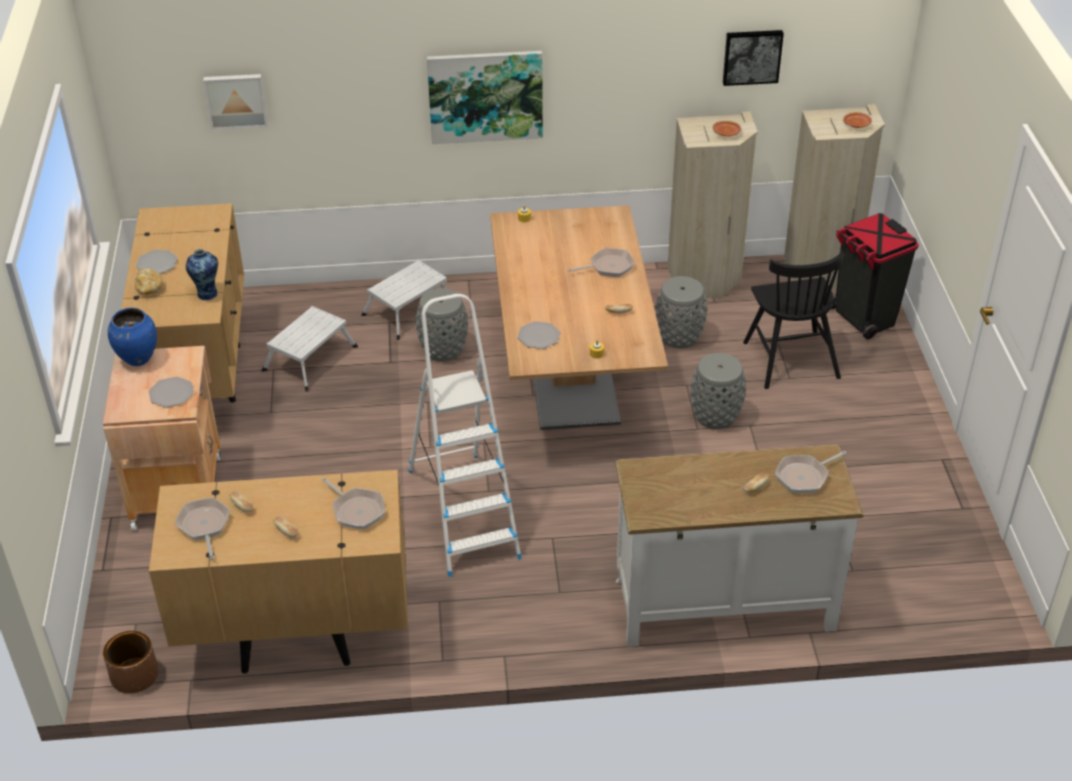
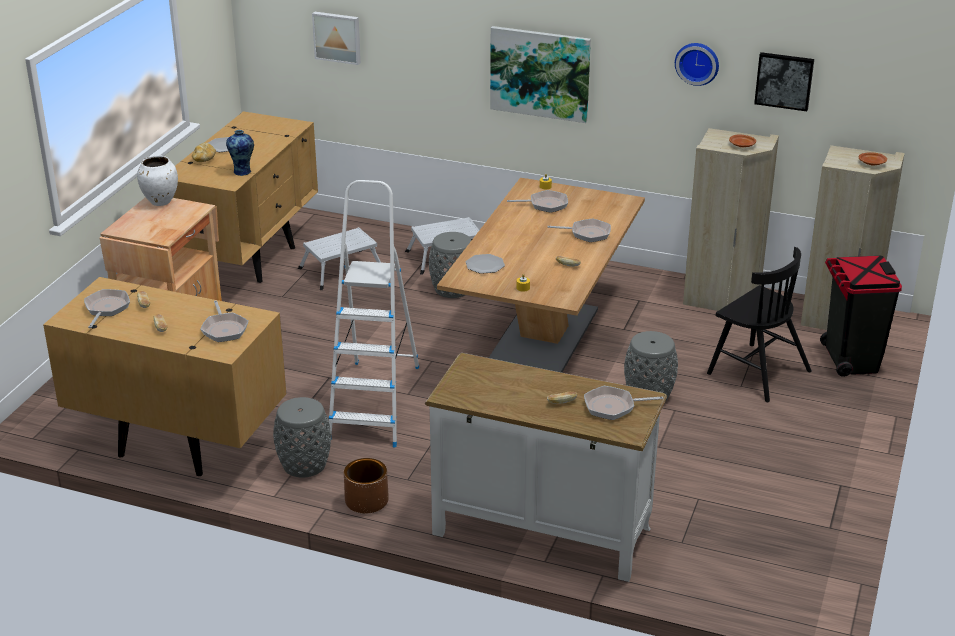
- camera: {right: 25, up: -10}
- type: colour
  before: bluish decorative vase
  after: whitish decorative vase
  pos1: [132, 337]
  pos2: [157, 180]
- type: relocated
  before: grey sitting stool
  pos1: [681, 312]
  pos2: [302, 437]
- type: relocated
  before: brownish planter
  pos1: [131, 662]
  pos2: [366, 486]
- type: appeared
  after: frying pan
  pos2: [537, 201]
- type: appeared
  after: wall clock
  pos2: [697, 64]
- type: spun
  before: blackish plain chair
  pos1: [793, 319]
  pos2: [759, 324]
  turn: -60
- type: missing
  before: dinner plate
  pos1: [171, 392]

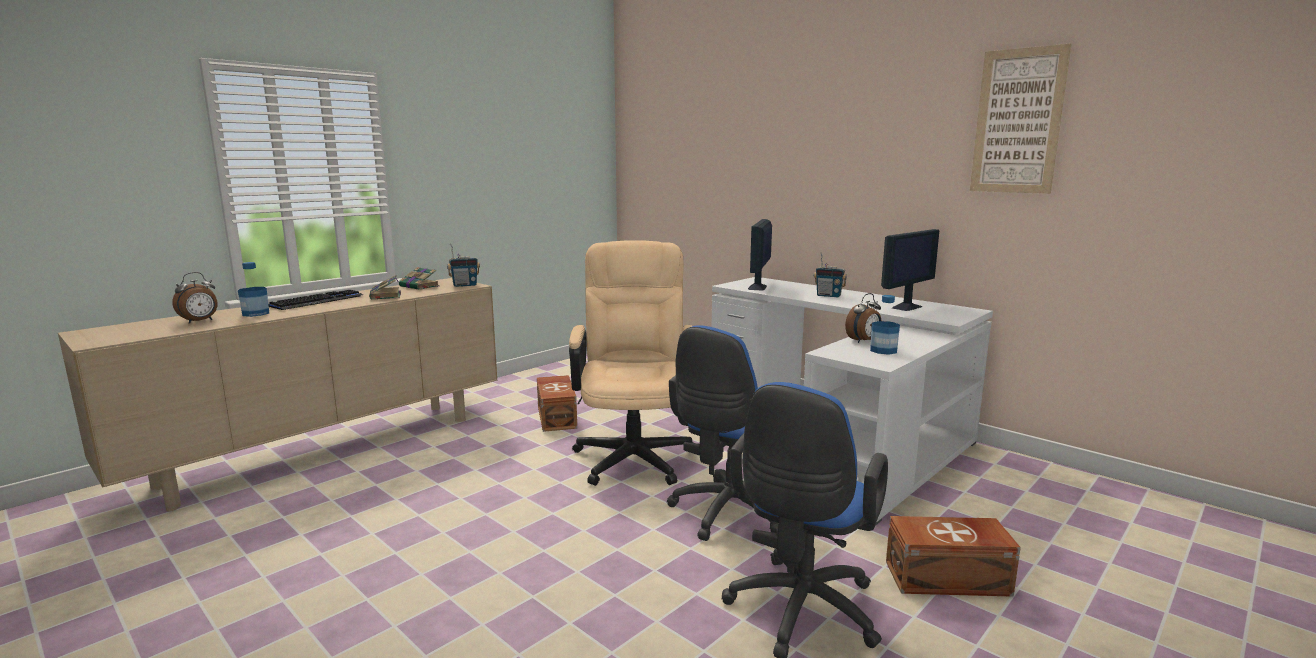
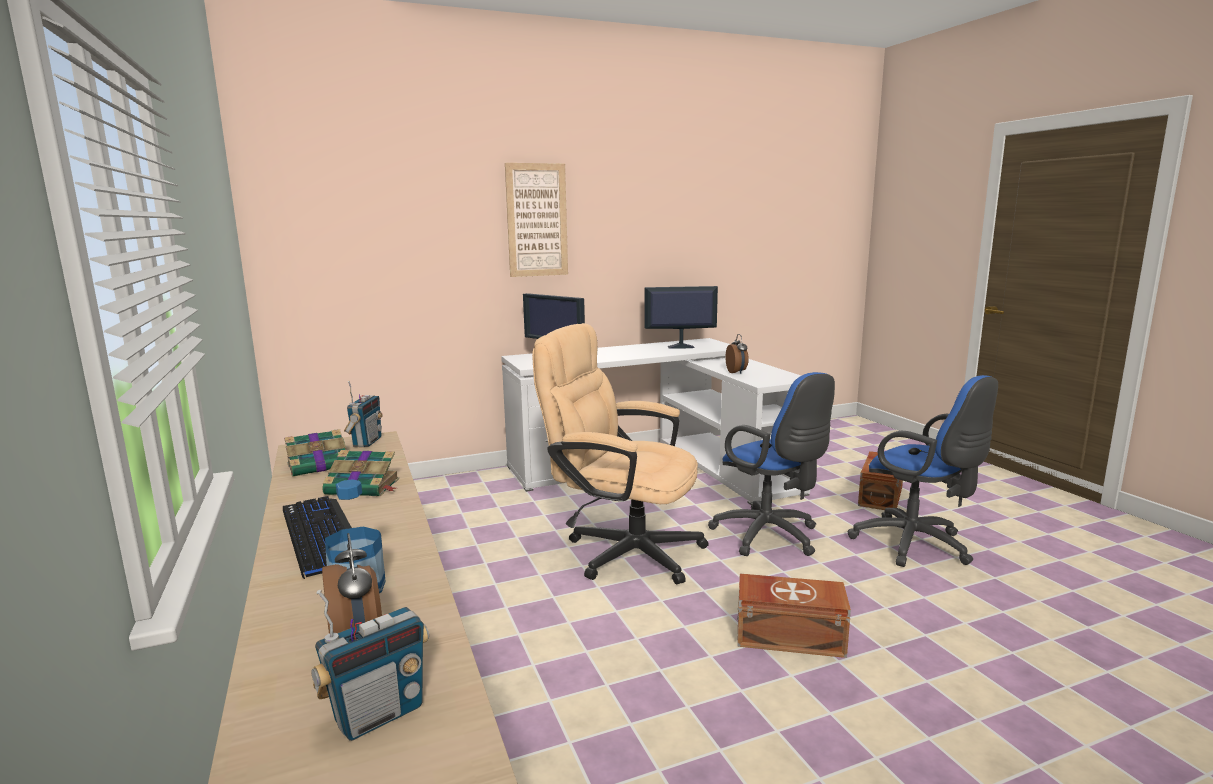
- camera: {right: -65, up: 0}
- type: relocated
  before: radio receiver
  pos1: [830, 275]
  pos2: [370, 665]
- type: relocated
  before: picture
  pos1: [1020, 118]
  pos2: [536, 220]
- type: spun
  before: computer display
  pos1: [910, 270]
  pos2: [681, 317]
  turn: -75
- type: relocated
  before: brownish storage bin
  pos1: [557, 403]
  pos2: [794, 616]
- type: missing
  before: bottle
  pos1: [885, 325]

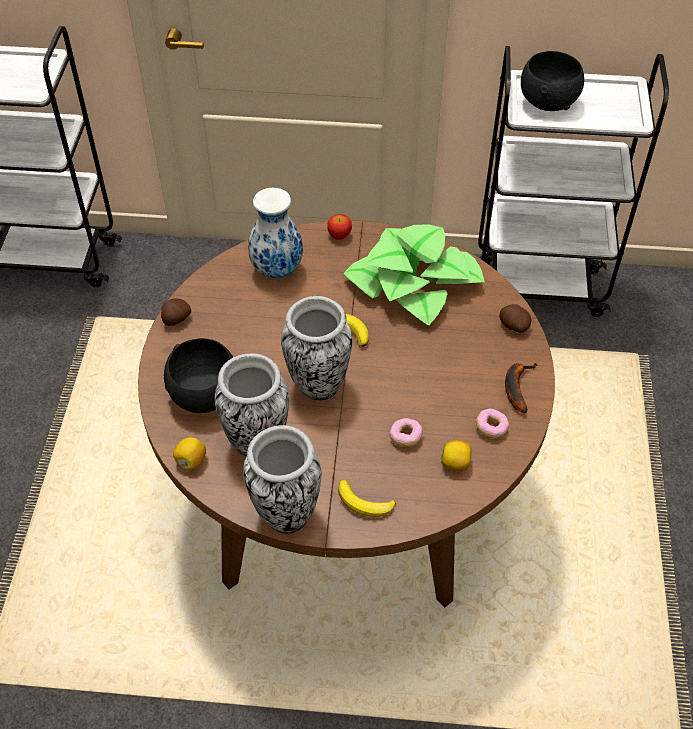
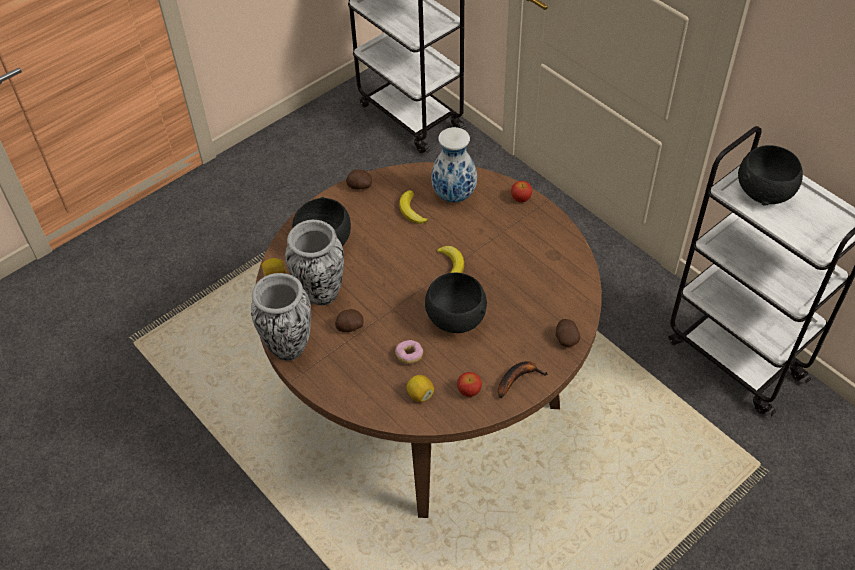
- camera: {right: 45, up: 0}
- type: appeared
  after: whole potato
  pos2: [349, 320]
- type: relocated
  before: banana fruit
  pos1: [367, 498]
  pos2: [413, 207]
- type: appeared
  after: blackish deep dish
  pos2: [456, 303]
- type: exchanged
  before: donut
  after: whole apple
  pos1: [492, 423]
  pos2: [469, 384]
- type: missing
  before: decorative vase
  pos1: [316, 348]
- type: missing
  before: houseplant
  pos1: [414, 275]

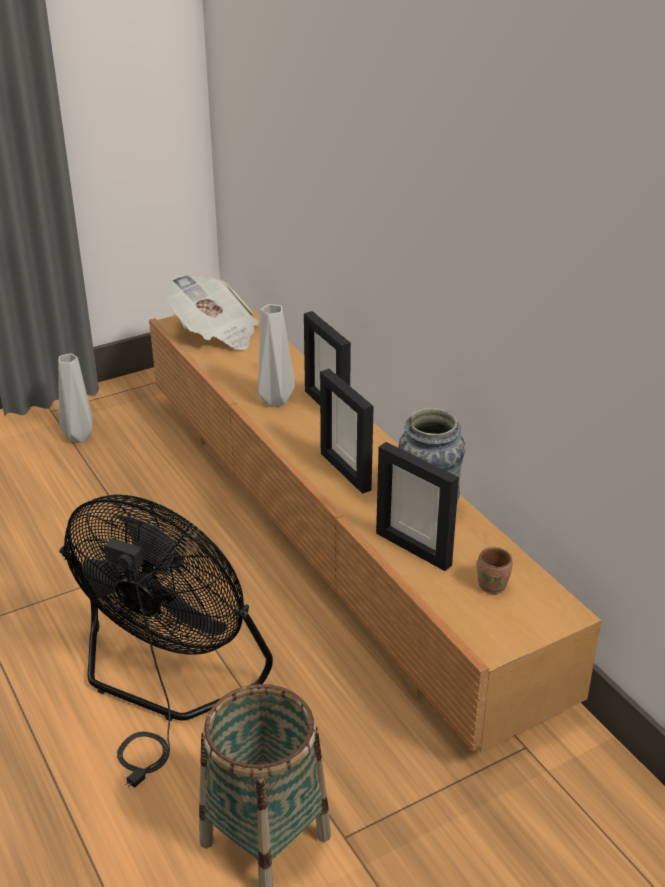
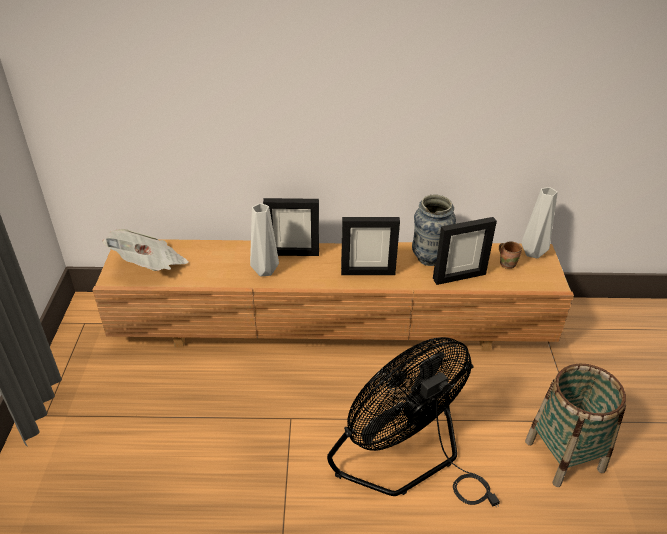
- camera: {right: -60, up: 5}
- type: relocated
  before: grey decorative vase
  pos1: [75, 398]
  pos2: [539, 222]

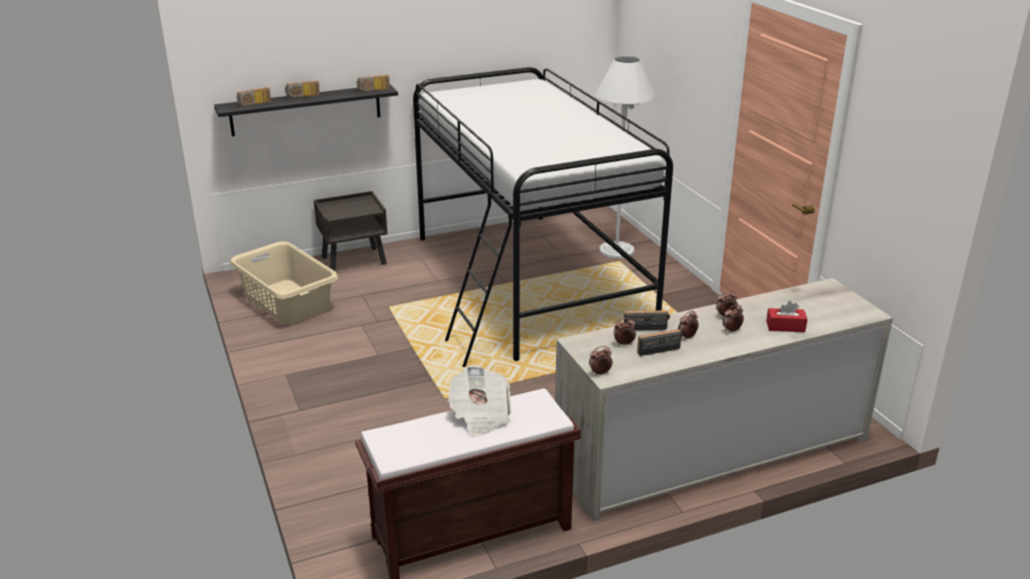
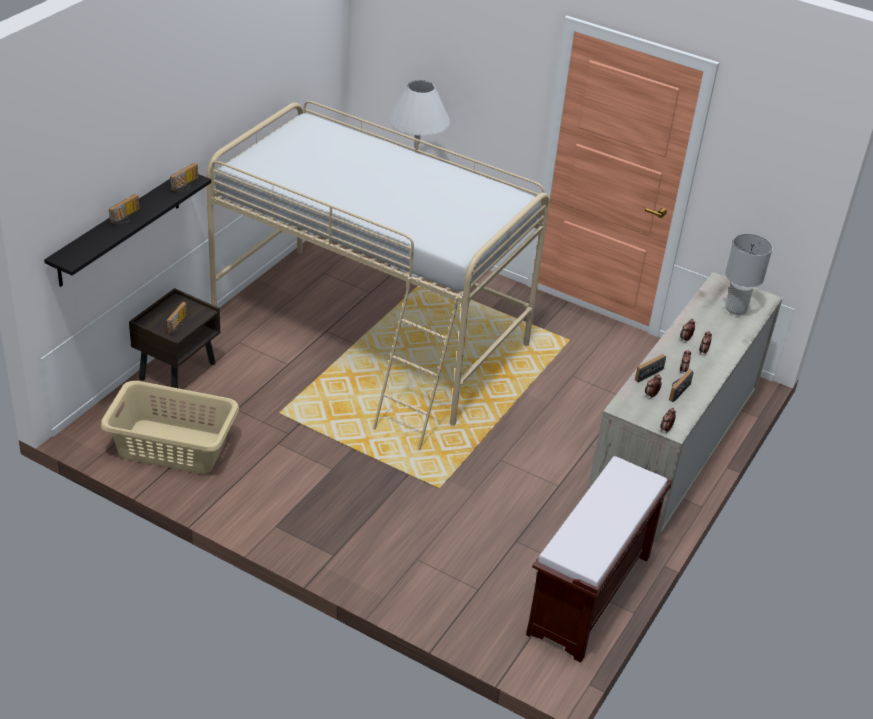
- camera: {right: -40, up: 10}
- type: relocated
  before: radio receiver
  pos1: [253, 97]
  pos2: [176, 317]
- type: colour
  before: blackish bed
  after: beige bed
  pos1: [543, 217]
  pos2: [377, 275]
- type: appeared
  after: grey lamp for a table
  pos2: [749, 274]
- type: missing
  before: printed paper
  pos1: [479, 401]
- type: missing
  before: red-coloured box of tissues
  pos1: [786, 316]

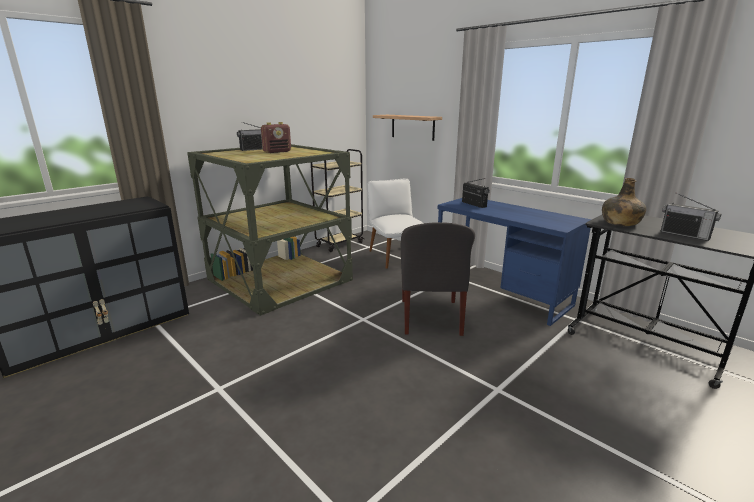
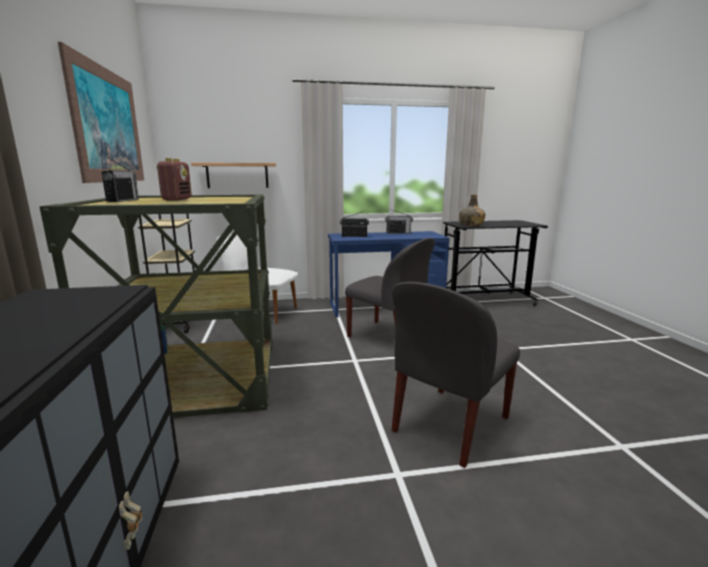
- camera: {right: -55, up: -5}
- type: appeared
  after: picture
  pos2: [101, 112]
- type: relocated
  before: radio receiver
  pos1: [690, 217]
  pos2: [399, 221]
- type: appeared
  after: grey plain chair
  pos2: [456, 375]

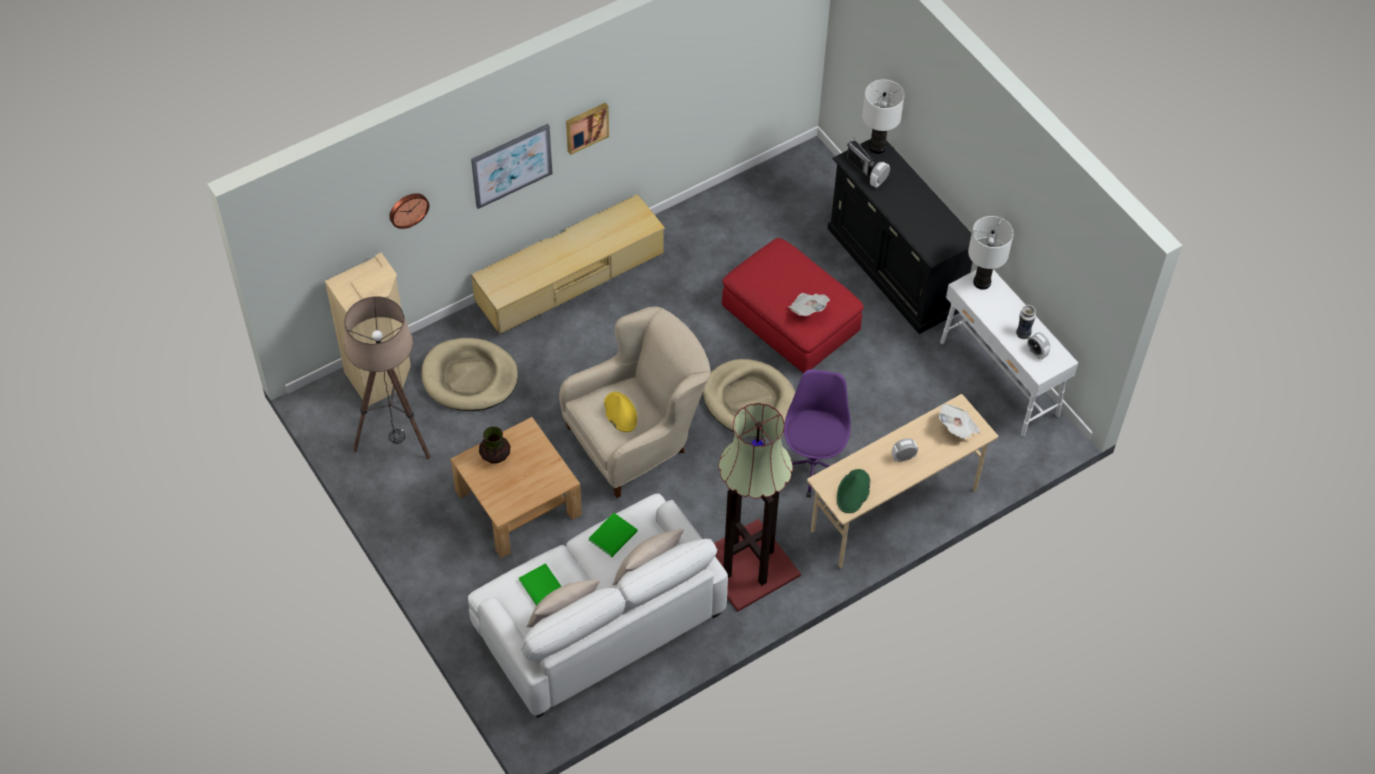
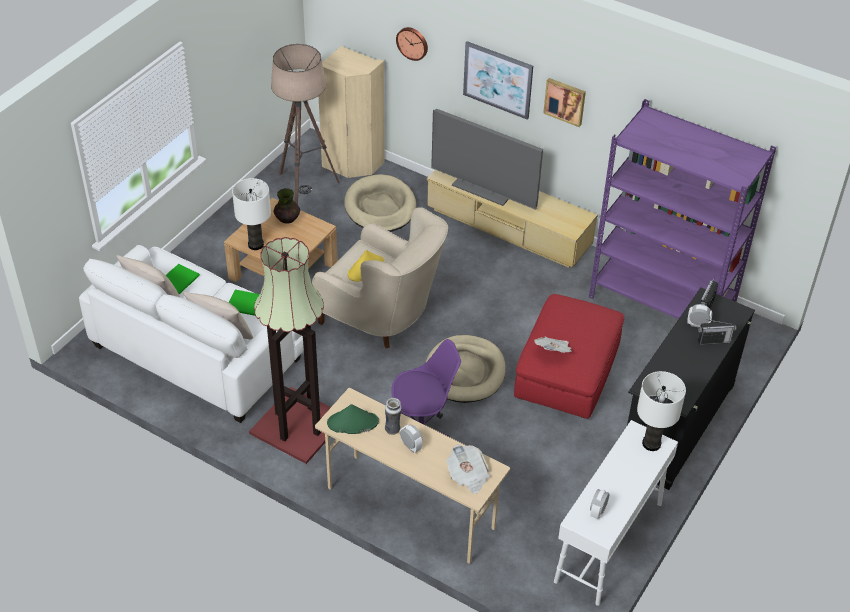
- camera: {right: 65, up: -10}
- type: relocated
  before: whitish lamp for a table
  pos1: [883, 116]
  pos2: [251, 214]
- type: relocated
  before: decorative vase
  pos1: [1026, 322]
  pos2: [393, 416]
- type: appeared
  after: television
  pos2: [487, 159]
- type: appeared
  after: purplish bookcase
  pos2: [682, 209]
- type: appeared
  after: radio receiver
  pos2: [717, 332]

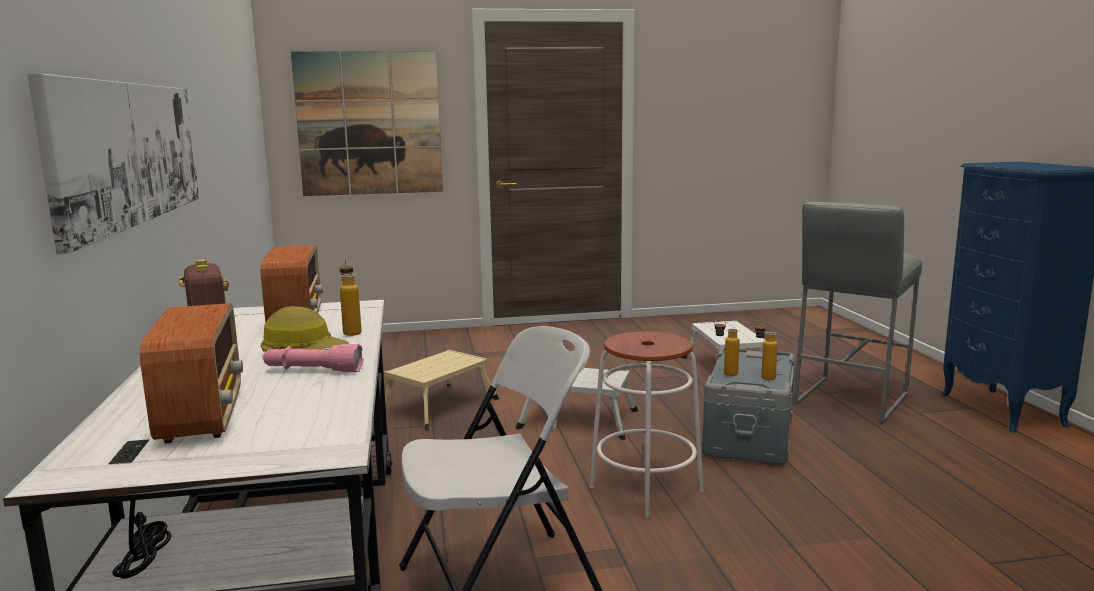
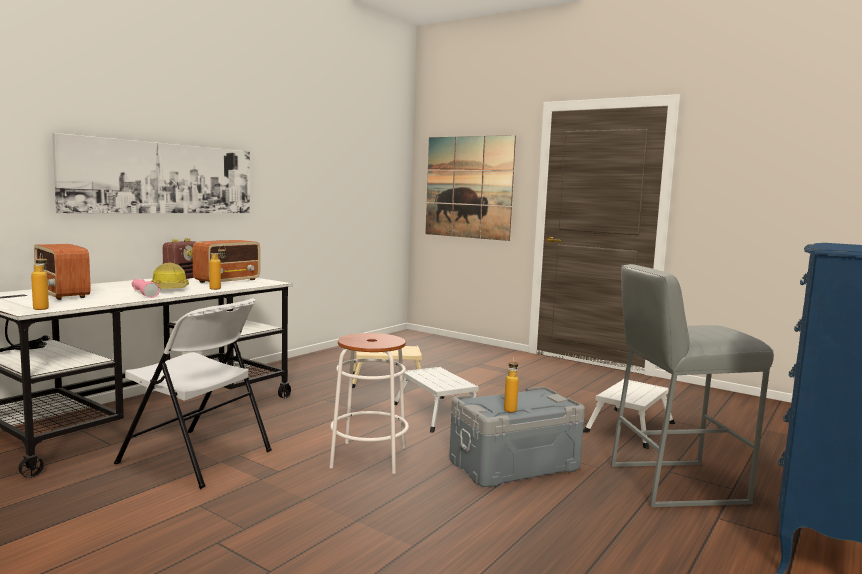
- camera: {right: 45, up: -5}
- type: relocated
  before: bottle
  pos1: [727, 347]
  pos2: [40, 281]
- type: spun
  before: radio receiver
  pos1: [191, 373]
  pos2: [62, 272]
  turn: 105

